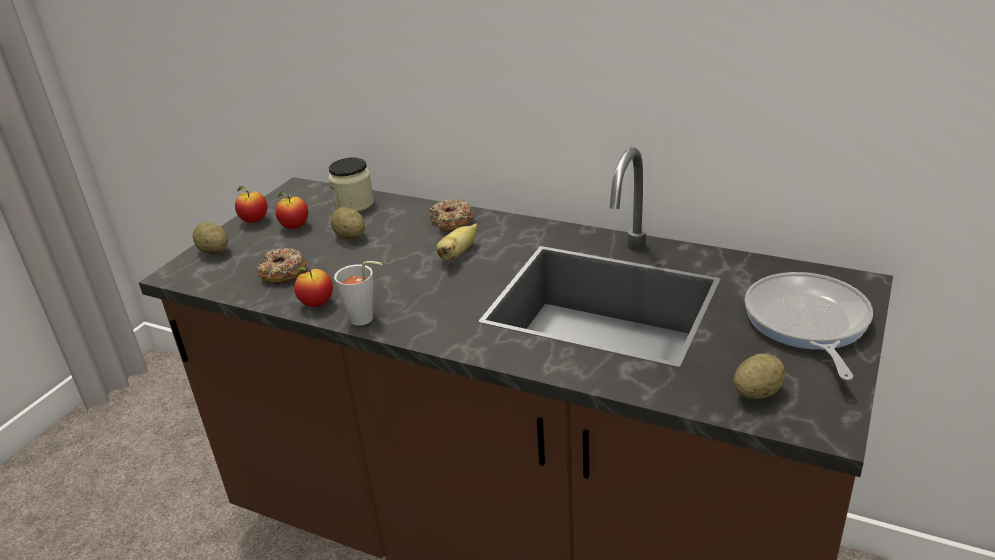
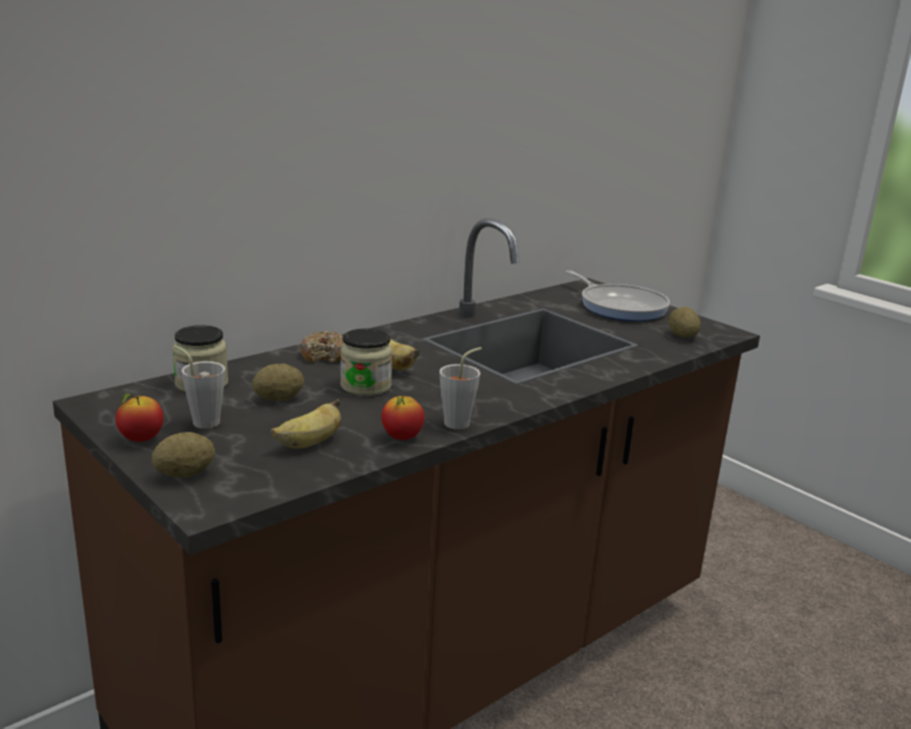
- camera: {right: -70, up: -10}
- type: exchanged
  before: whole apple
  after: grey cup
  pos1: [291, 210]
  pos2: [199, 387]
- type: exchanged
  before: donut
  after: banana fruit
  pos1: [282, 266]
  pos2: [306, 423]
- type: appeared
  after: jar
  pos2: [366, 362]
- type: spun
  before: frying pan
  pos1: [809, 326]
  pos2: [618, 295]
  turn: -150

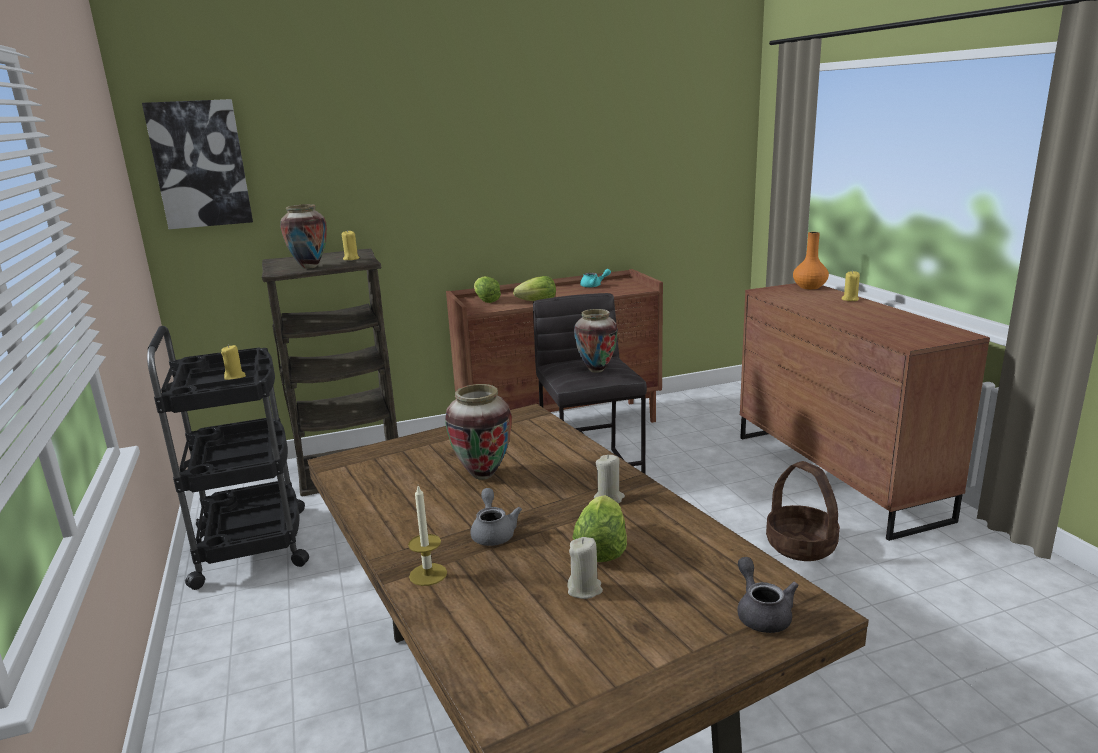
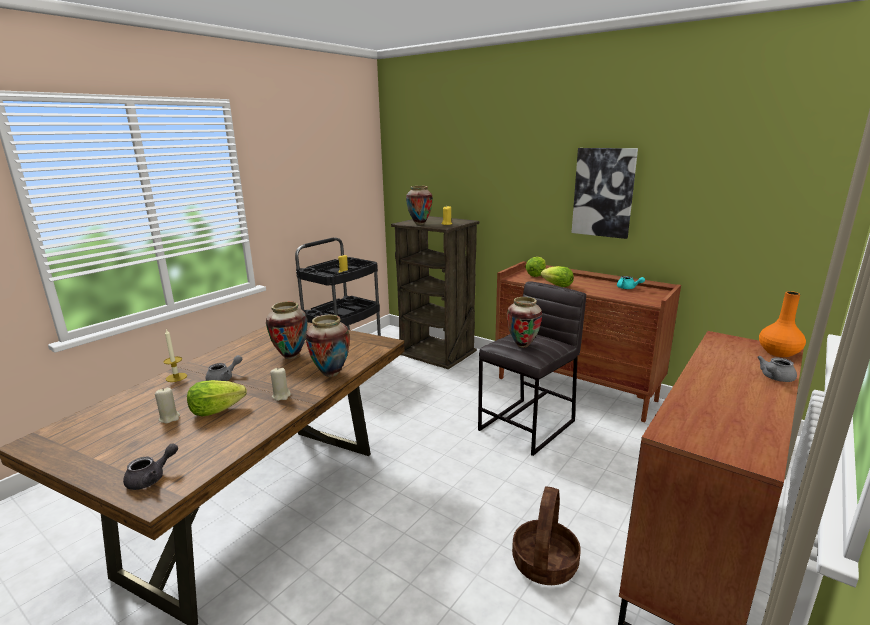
- camera: {right: 55, up: 0}
- type: appeared
  after: decorative vase
  pos2: [328, 346]
- type: relocated
  before: picture
  pos1: [197, 164]
  pos2: [604, 193]
- type: exchanged
  before: yellow-coloured wax light
  after: grey tea pot
  pos1: [850, 286]
  pos2: [777, 369]

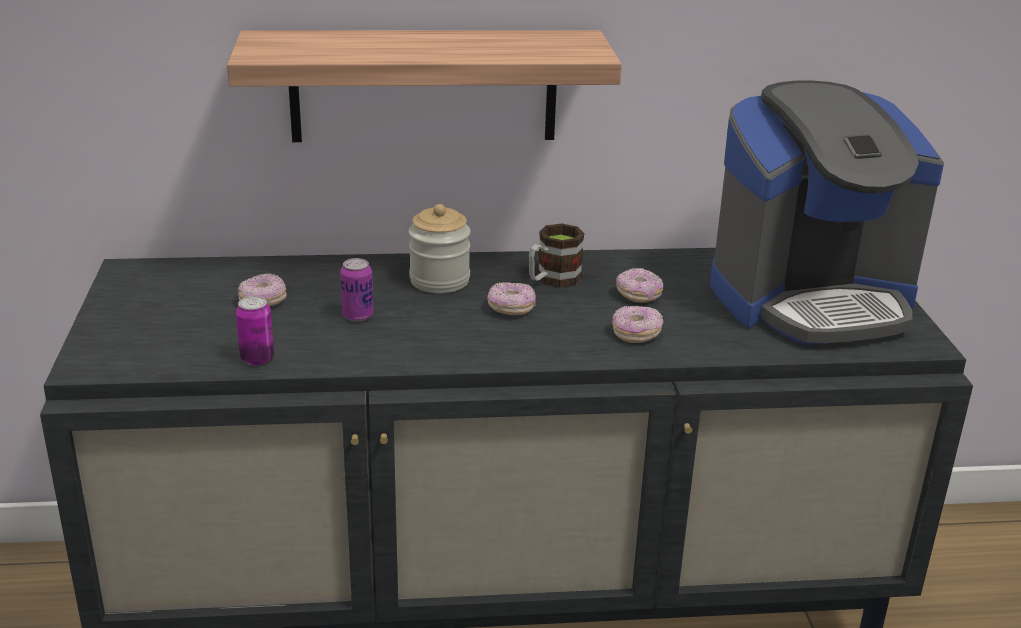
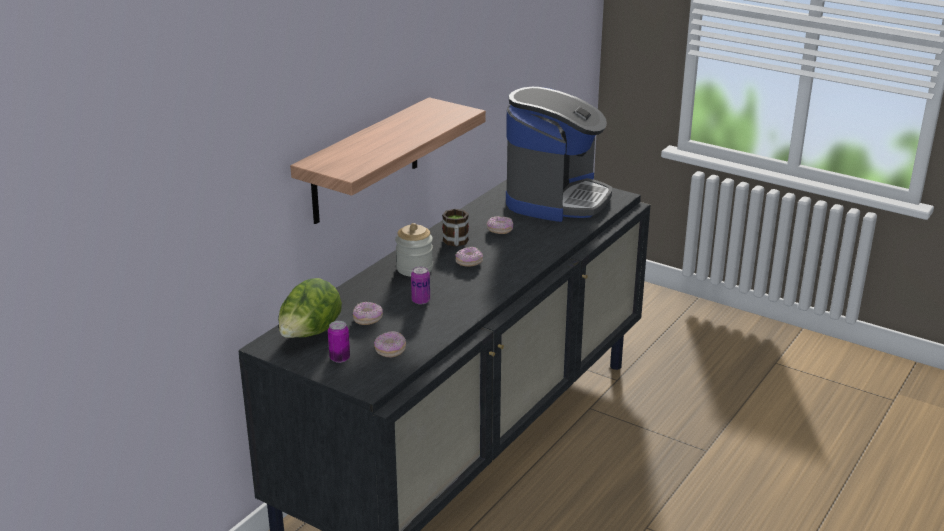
- camera: {right: -50, up: 0}
- type: appeared
  after: head of lettuce
  pos2: [310, 308]
- type: relocated
  before: sealed can
  pos1: [255, 330]
  pos2: [339, 342]
- type: relocated
  before: donut
  pos1: [637, 324]
  pos2: [390, 344]

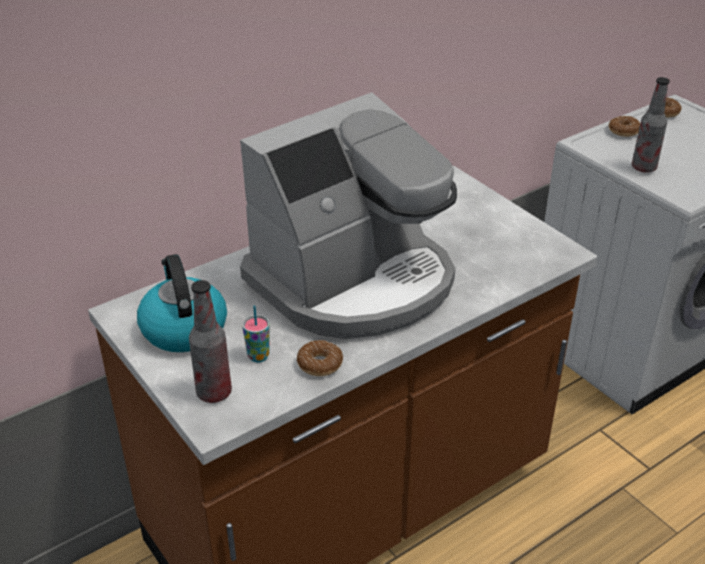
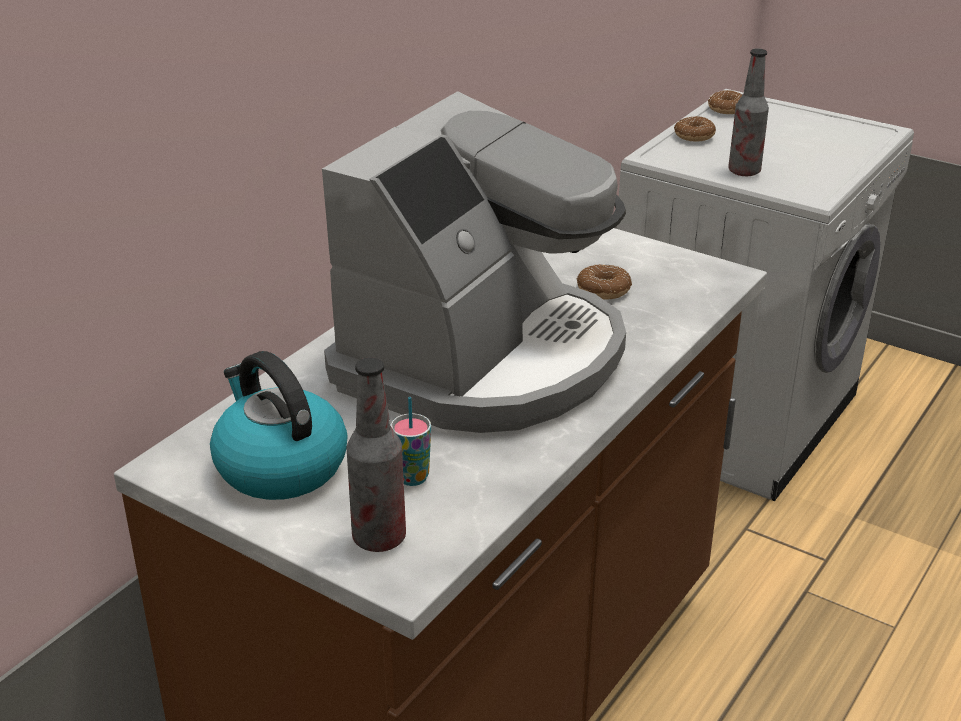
- camera: {right: -20, up: -5}
- type: relocated
  before: donut
  pos1: [320, 358]
  pos2: [604, 282]

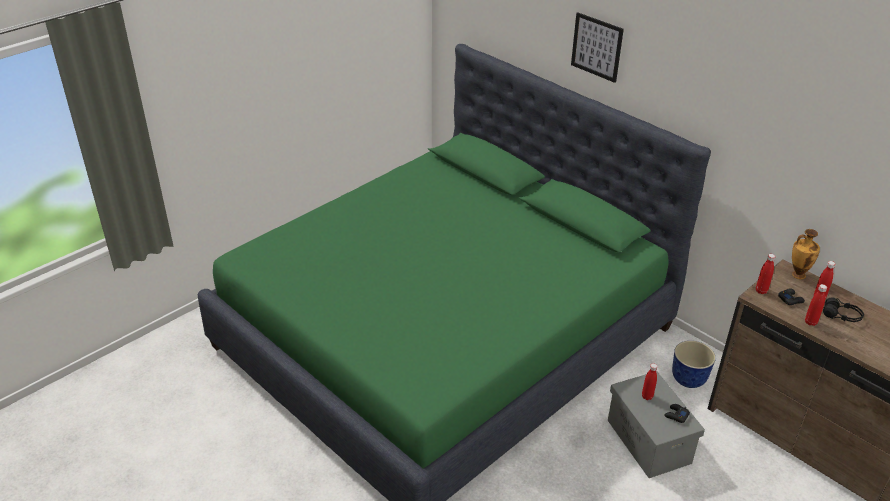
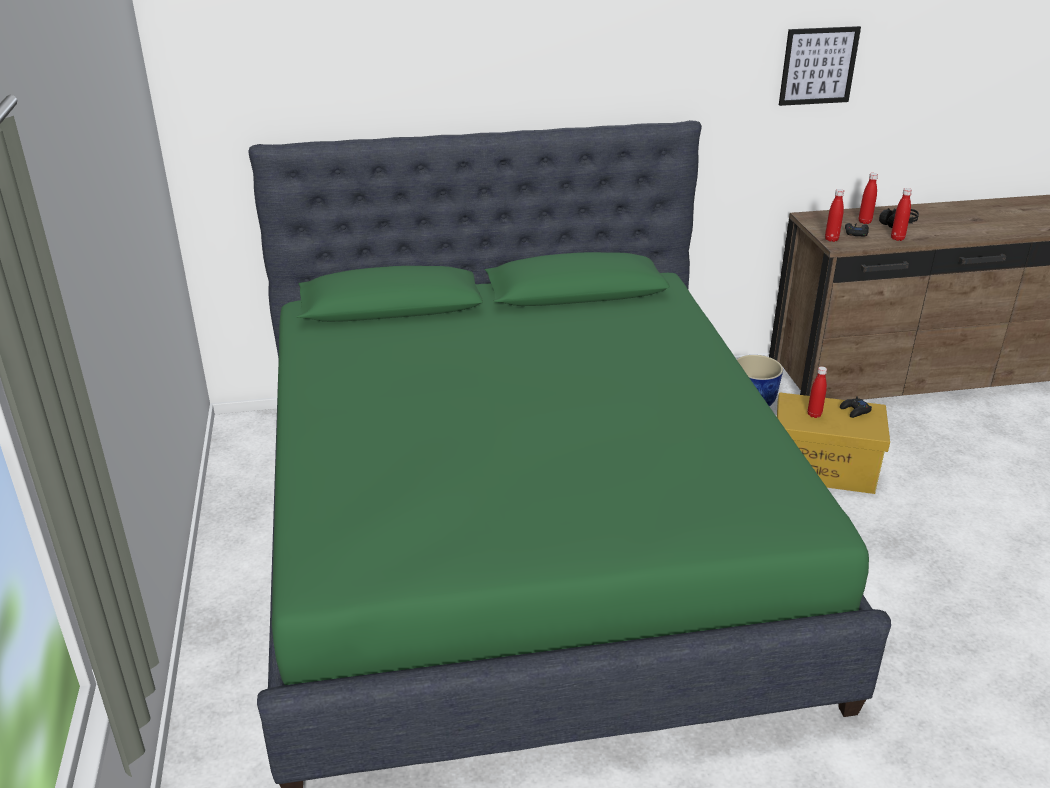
- camera: {right: -55, up: -5}
- type: colour
  before: grey storage bin
  after: yellow-coloured storage bin
  pos1: [656, 424]
  pos2: [833, 443]
- type: relocated
  before: picture
  pos1: [597, 47]
  pos2: [820, 66]
- type: missing
  before: decorative vase
  pos1: [806, 254]

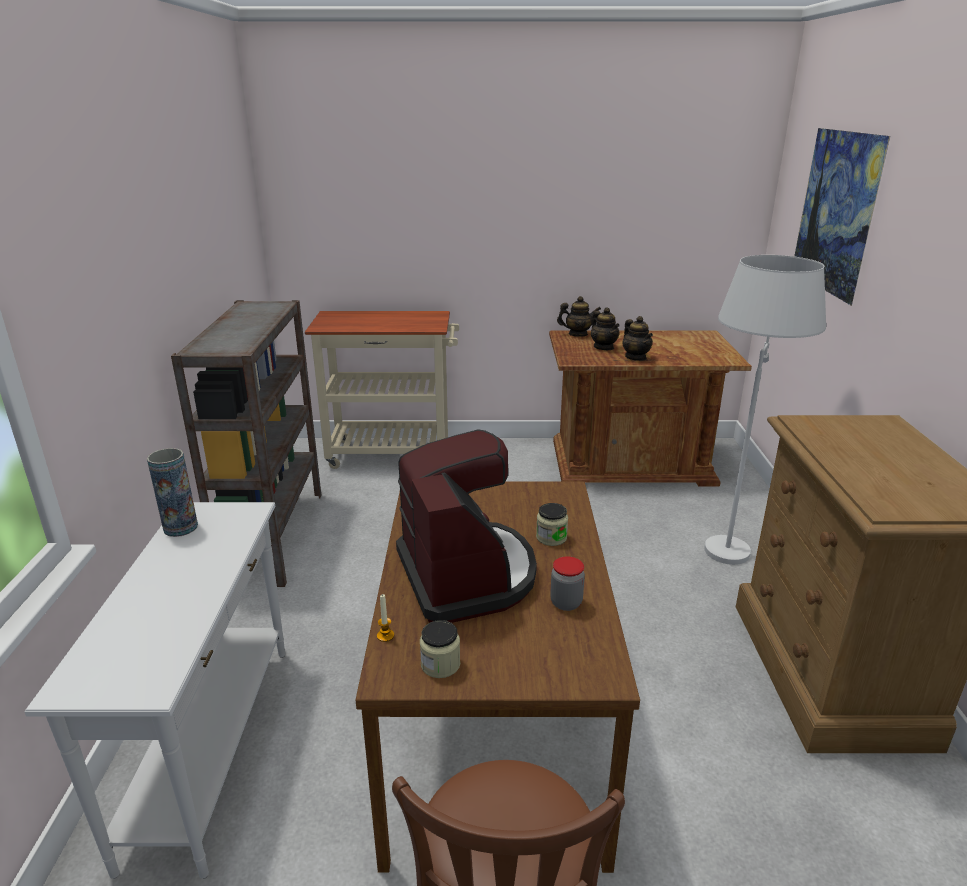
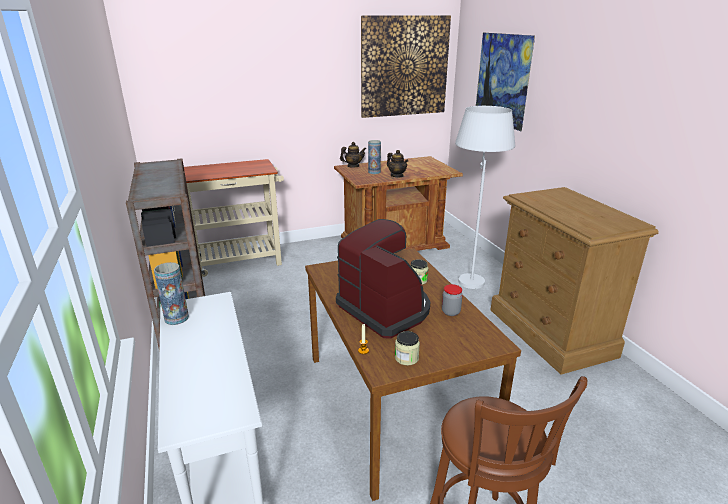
- camera: {right: -20, up: 0}
- type: appeared
  after: picture
  pos2: [406, 66]
- type: exchanged
  before: tea pot
  after: decorative vase
  pos1: [605, 328]
  pos2: [374, 157]

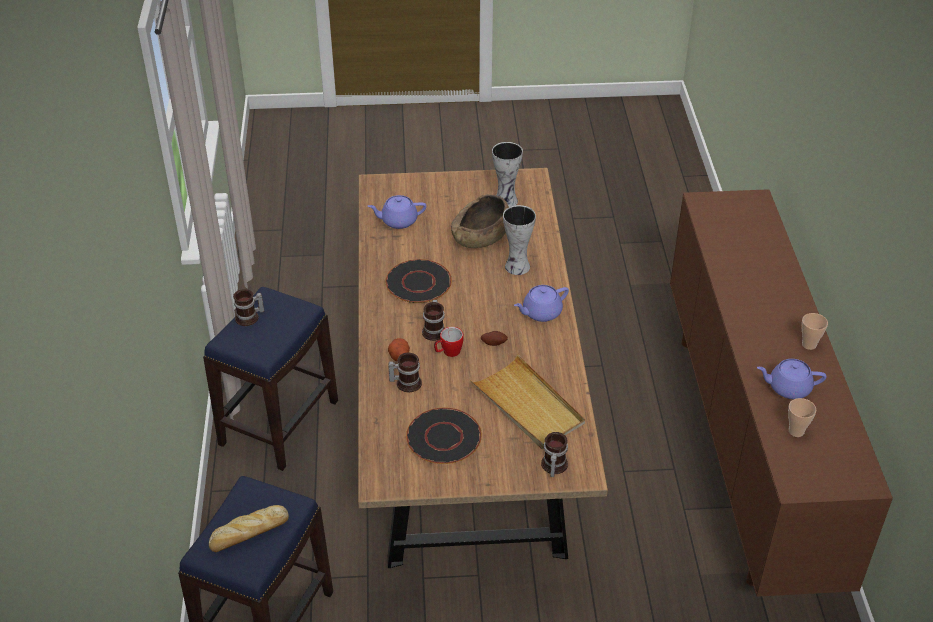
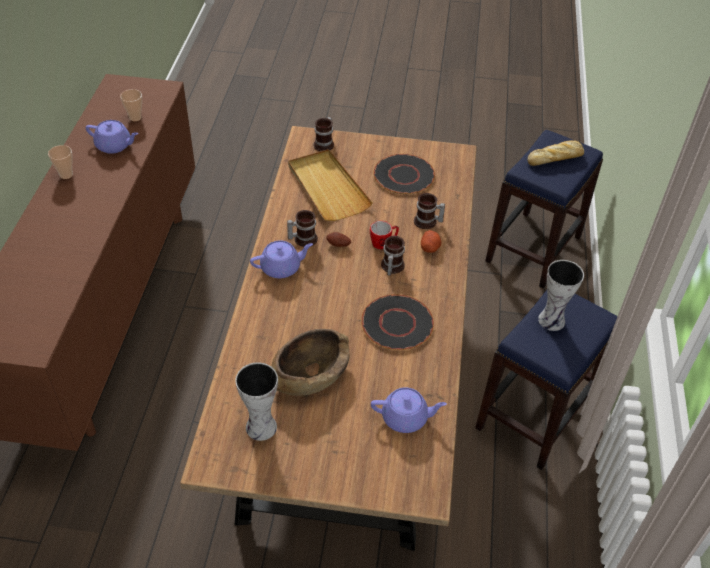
- camera: {right: -170, up: 5}
- type: relocated
  before: tea mug
  pos1: [248, 307]
  pos2: [302, 228]
- type: relocated
  before: decorative vase
  pos1: [519, 240]
  pos2: [561, 295]

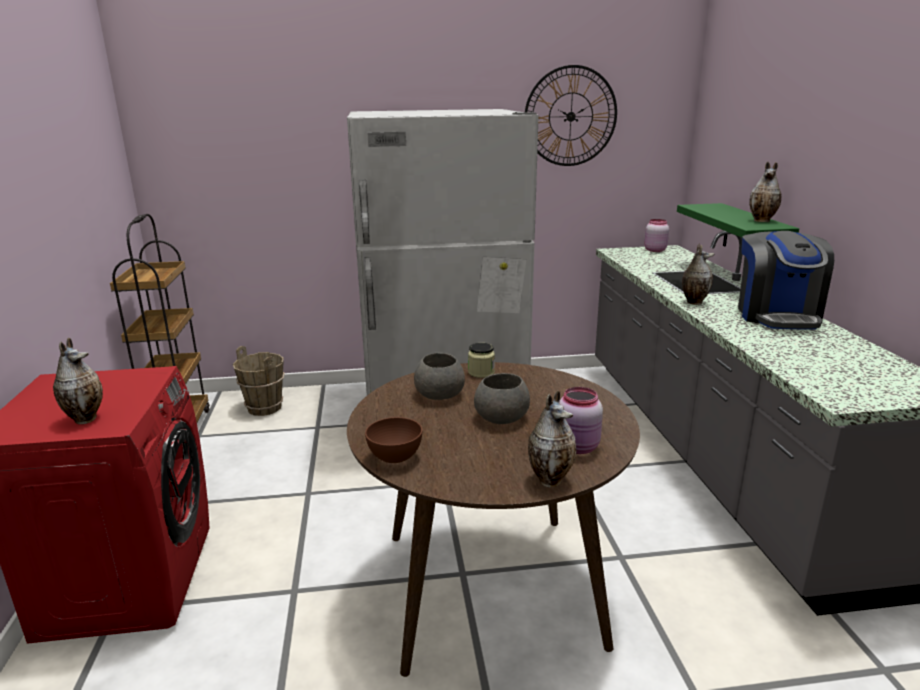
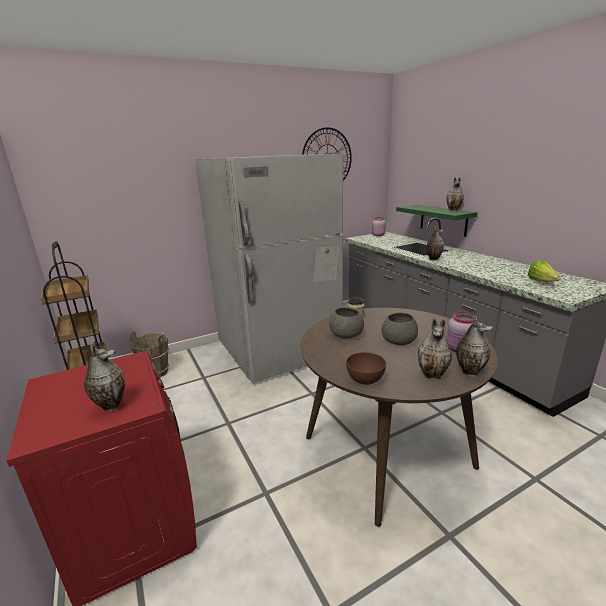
- camera: {right: -20, up: 0}
- type: appeared
  after: decorative vase
  pos2: [435, 349]
- type: appeared
  after: head of lettuce
  pos2: [544, 271]
- type: missing
  before: coffee brewer
  pos1: [786, 280]

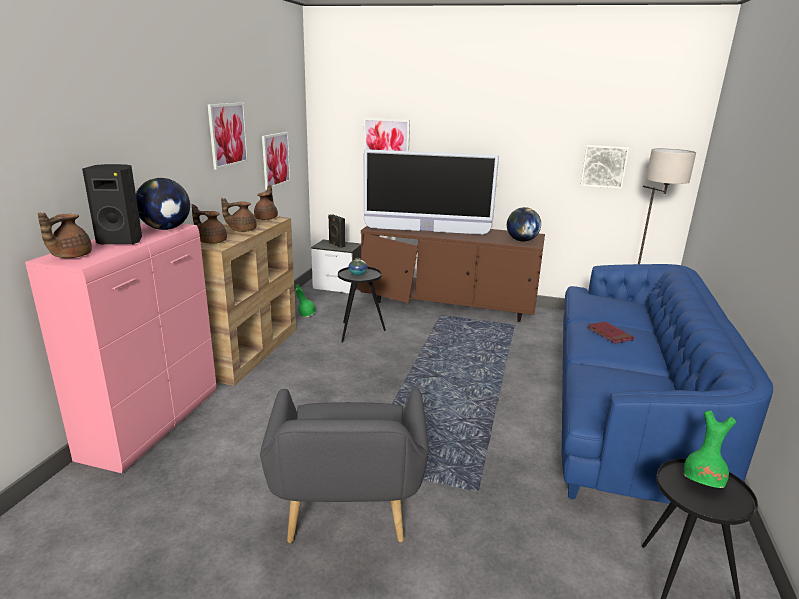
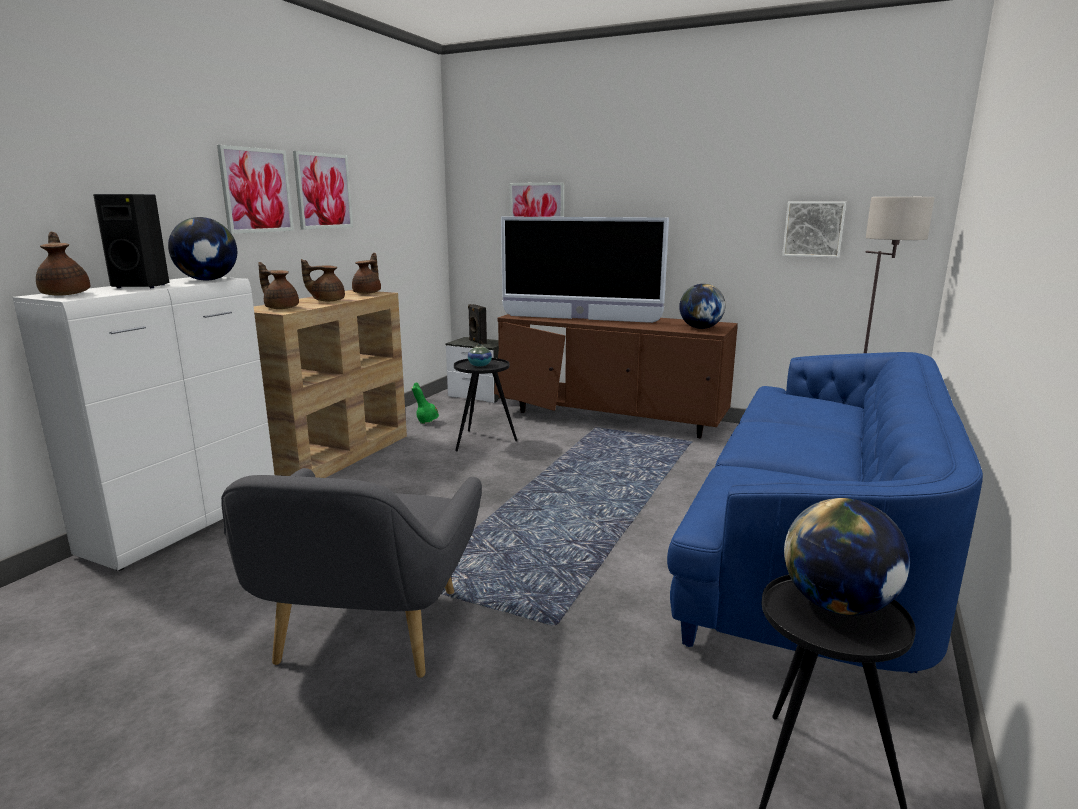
- camera: {right: 10, up: -5}
- type: colour
  before: pink cupboard
  after: whitish cupboard
  pos1: [120, 348]
  pos2: [143, 424]
- type: spun
  before: brownish tea pot
  pos1: [65, 235]
  pos2: [63, 264]
  turn: 120
- type: relocated
  before: picture
  pos1: [276, 161]
  pos2: [255, 189]
- type: exchanged
  before: green decorative vase
  after: desk globe
  pos1: [710, 449]
  pos2: [847, 556]
- type: missing
  before: red-coloured bound book
  pos1: [610, 332]

